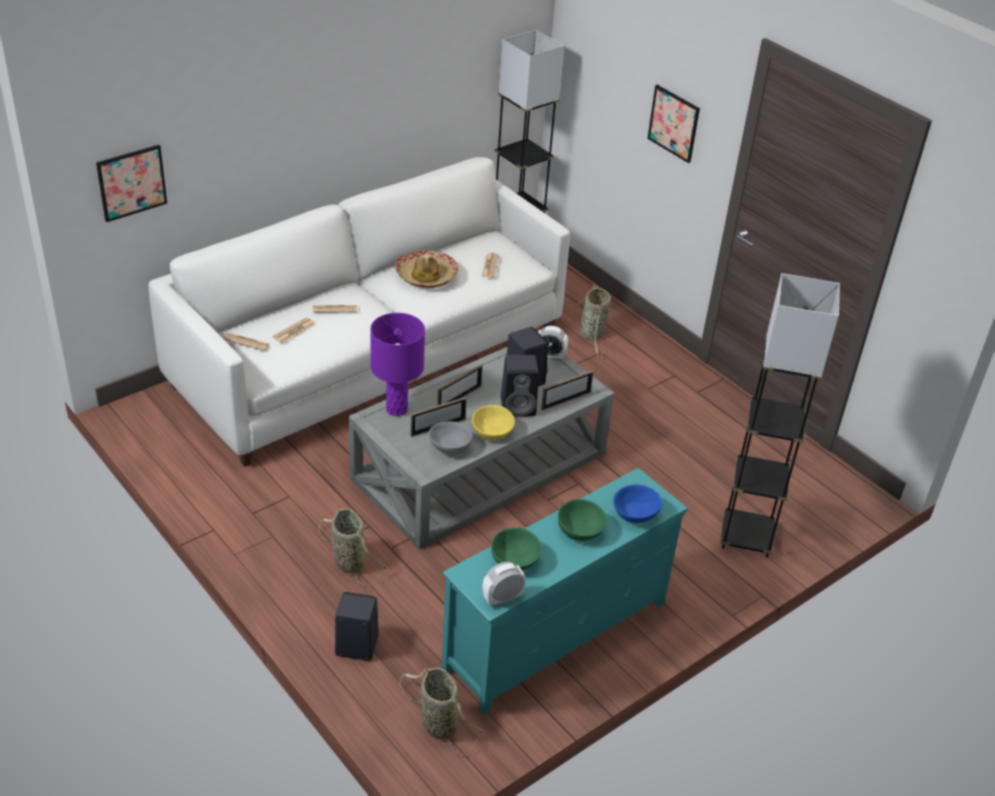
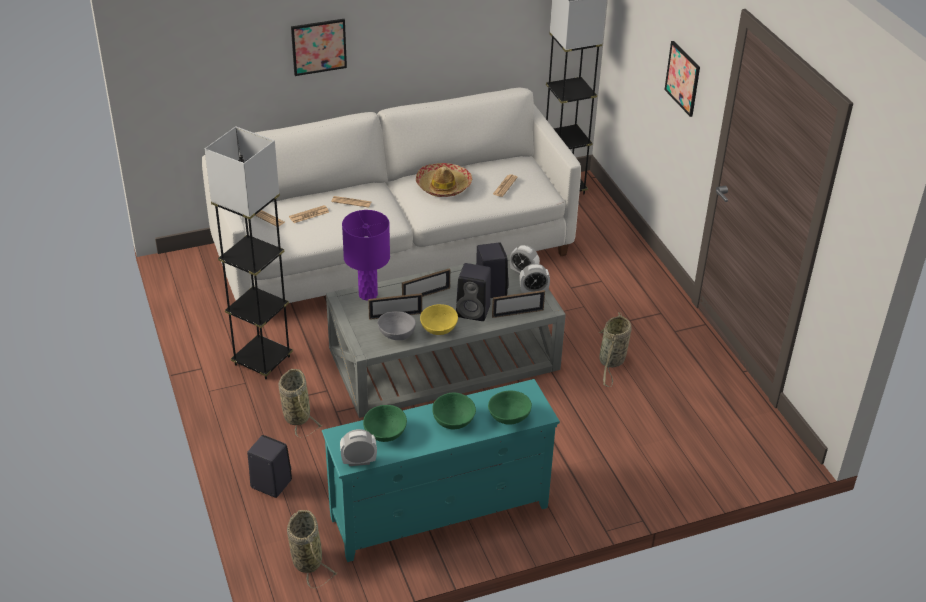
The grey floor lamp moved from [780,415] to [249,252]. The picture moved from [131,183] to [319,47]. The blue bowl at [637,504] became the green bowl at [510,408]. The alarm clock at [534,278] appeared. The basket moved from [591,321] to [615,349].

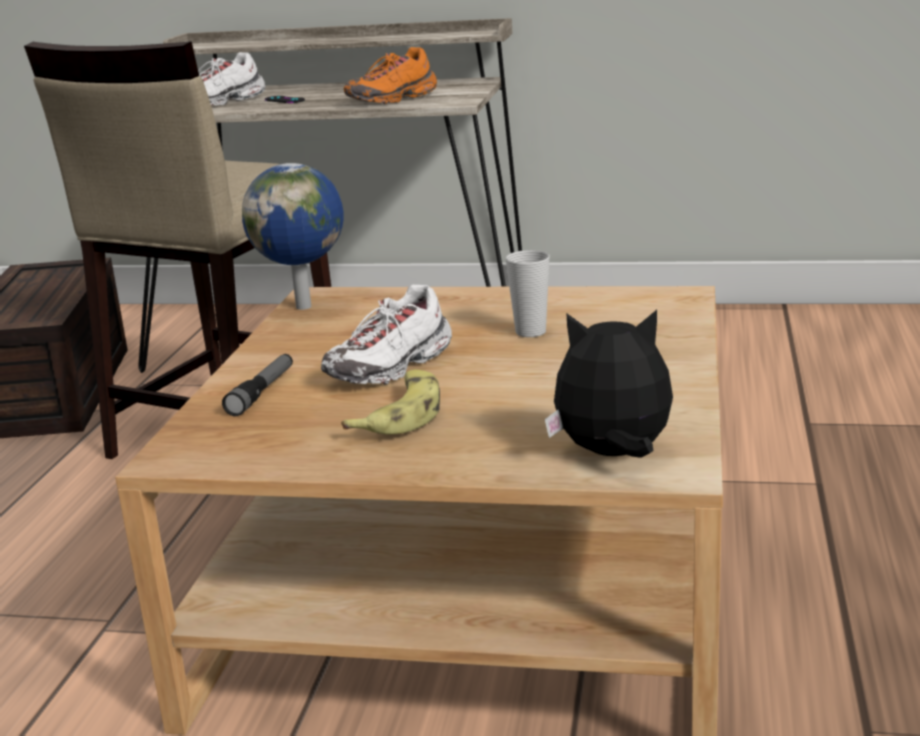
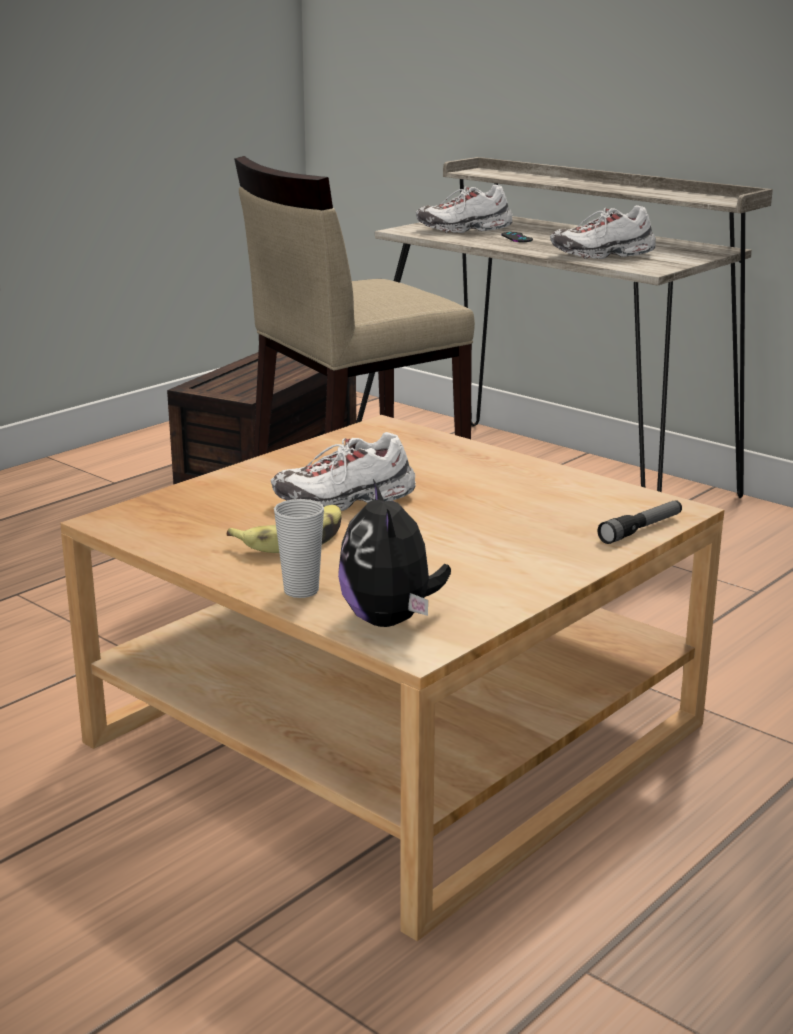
The cup moved from [527,293] to [299,548]. The plush toy at [609,384] turned 135 degrees counterclockwise. The orange shoe at [390,75] became the white shoe at [603,232]. The flashlight moved from [257,385] to [639,522]. The globe at [293,236] disappeared.

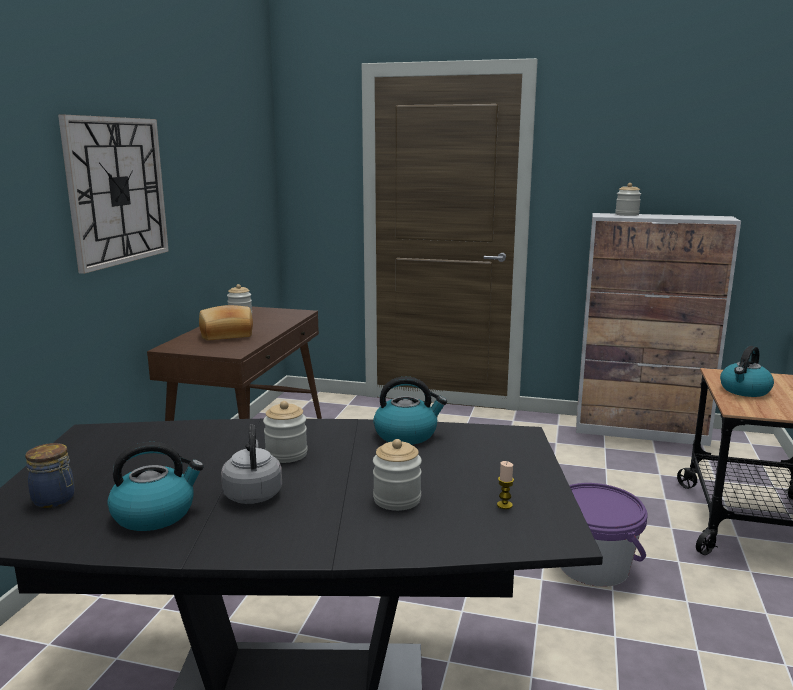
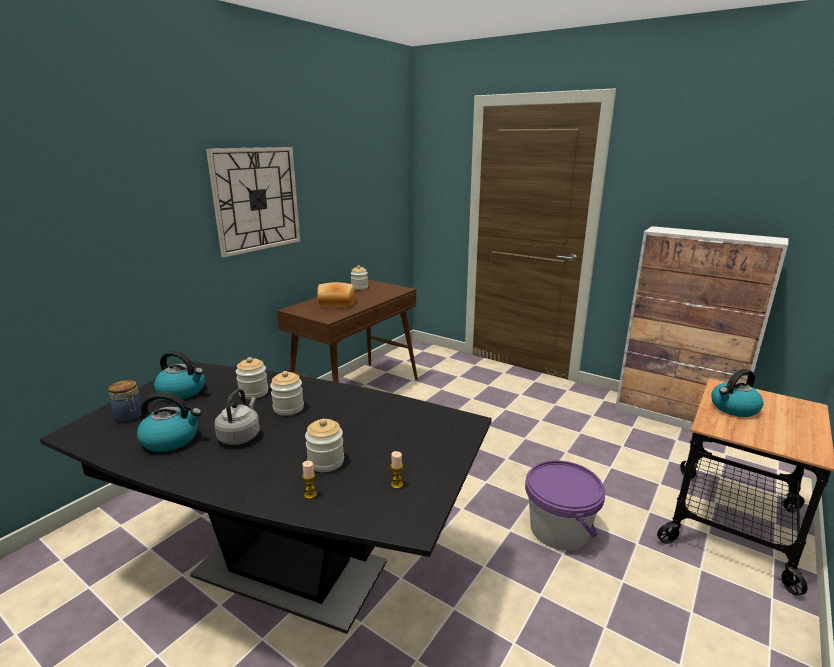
The kettle moved from [410,411] to [179,374]. The jar moved from [628,199] to [252,378]. The candle at [309,480] appeared.

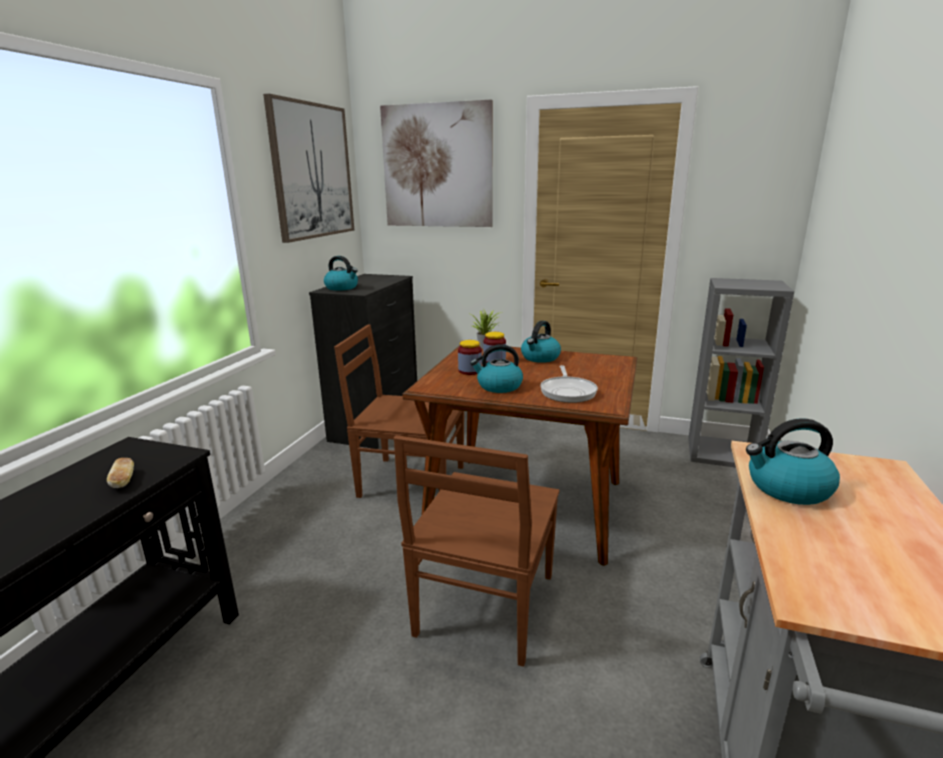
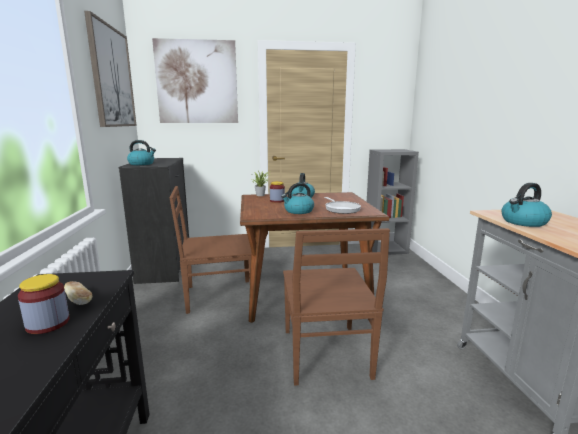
The jar moved from [470,357] to [44,304].

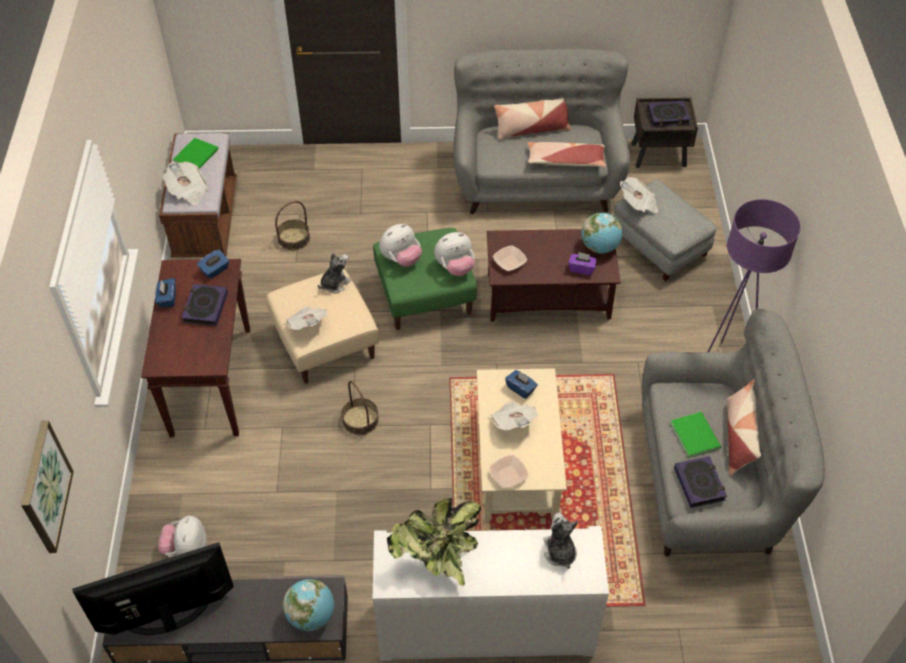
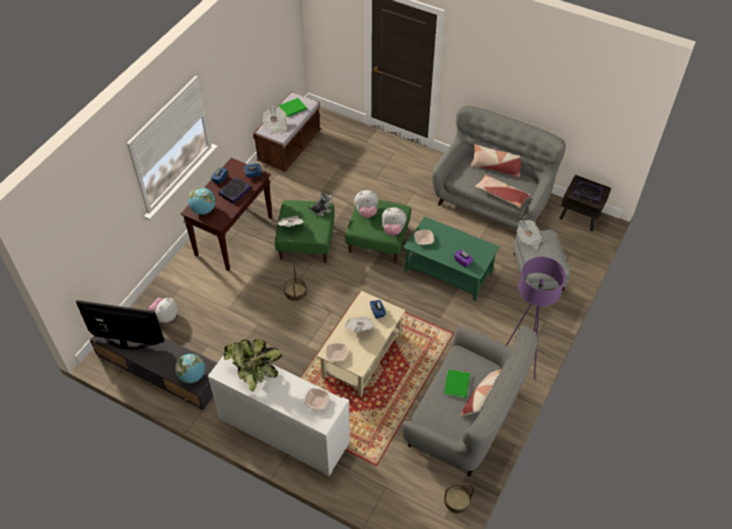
The globe moved from [601,233] to [202,201]. The beige ottoman at [322,326] became the green ottoman at [305,231]. The plush toy at [560,541] was replaced by the bowl at [316,399]. The brown coffee table at [554,275] became the green coffee table at [451,259]. The basket moved from [292,226] to [459,498]. The picture at [47,487] disappeared. The book at [700,482] disappeared.

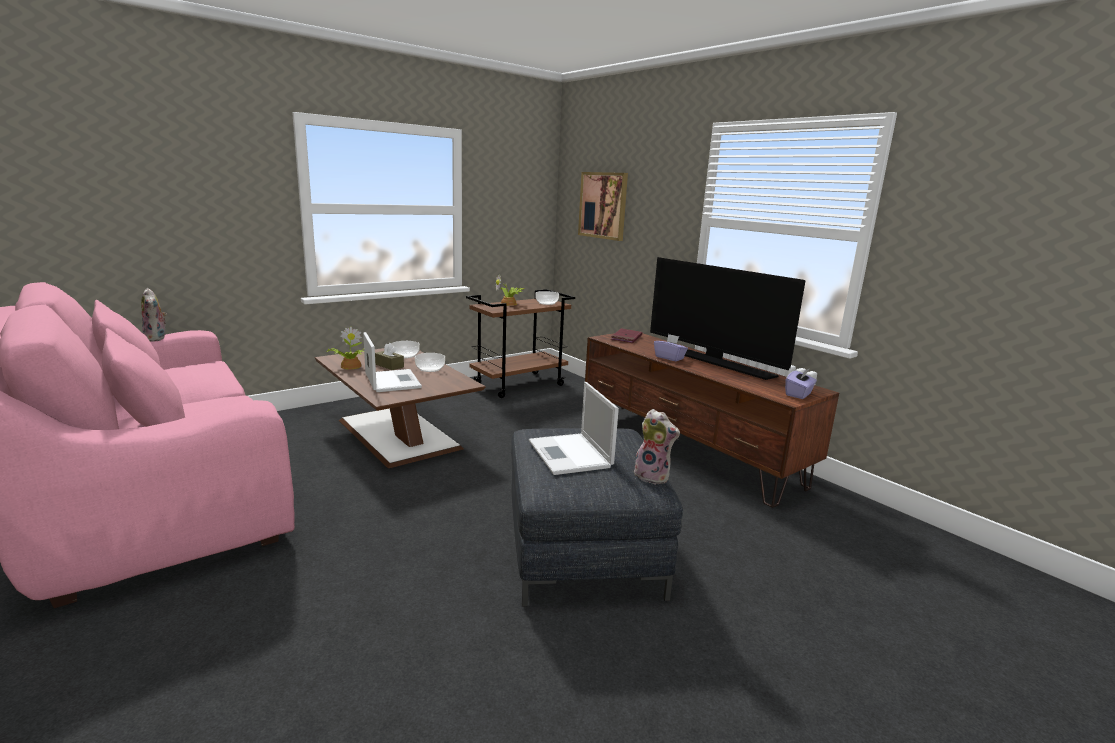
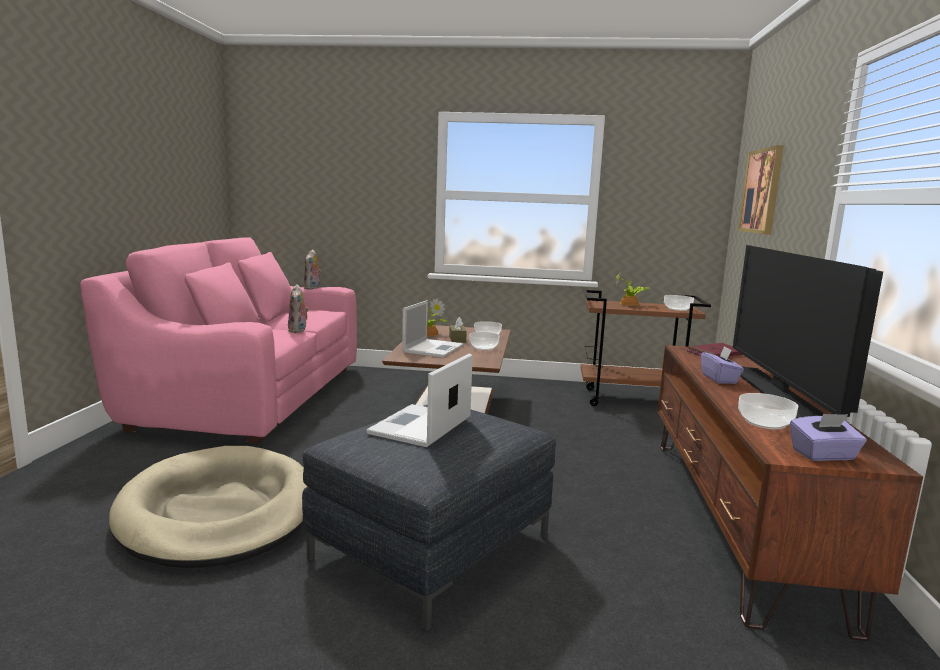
The beige dog bed at [208,507] appeared. The plush toy moved from [657,447] to [298,308]. The bowl at [768,411] appeared.

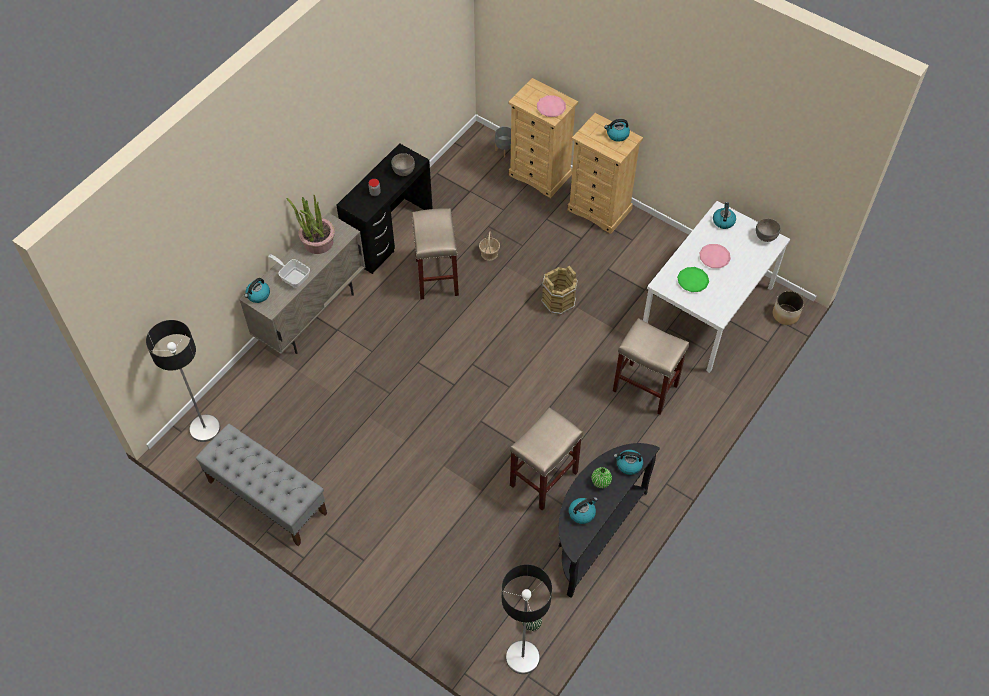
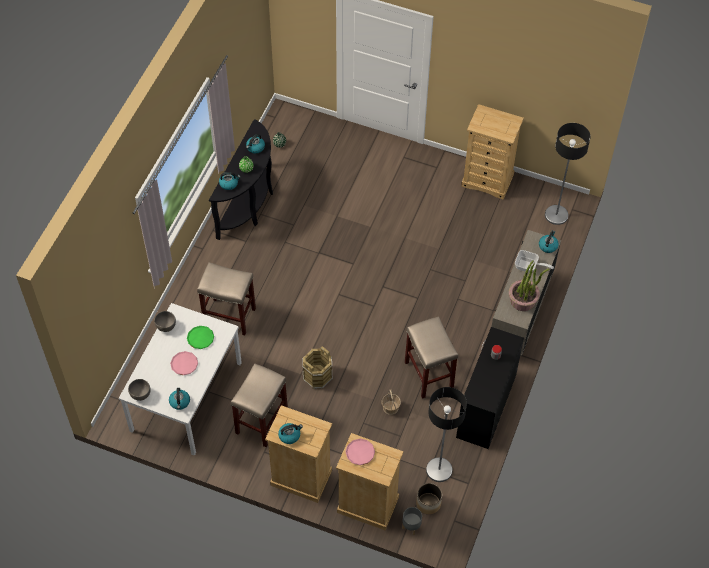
The grey bowl moved from [403,164] to [165,321]. The beige stool moved from [546,459] to [259,405]. The planter moved from [788,307] to [429,499]. The floor lamp moved from [527,619] to [446,434]. The grey bench at [261,485] was replaced by the beige dresser at [492,152].

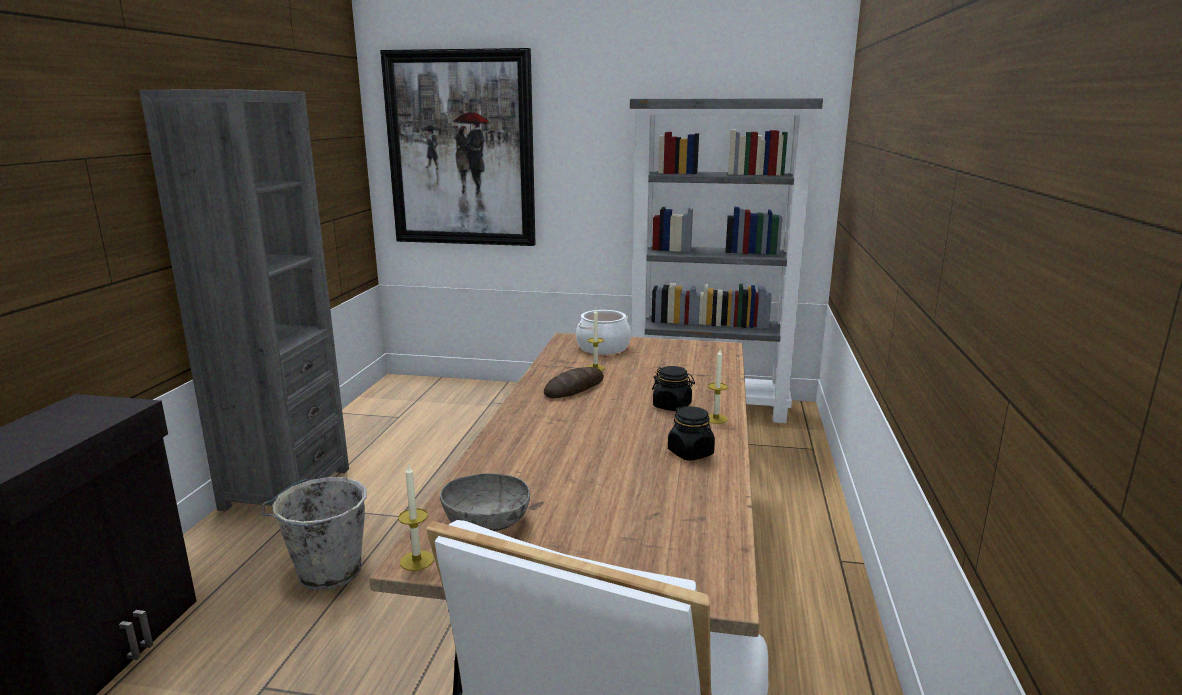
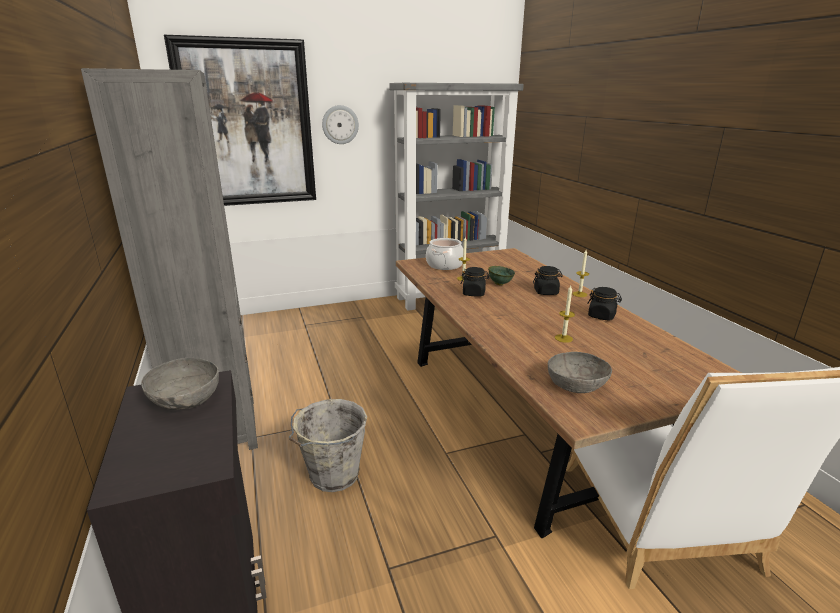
The grey bowl at [180,384] appeared. The wall clock at [340,124] appeared. The bread at [574,382] was replaced by the black jar at [475,281]. The green bowl at [501,275] appeared. The candle moved from [416,517] to [565,314].

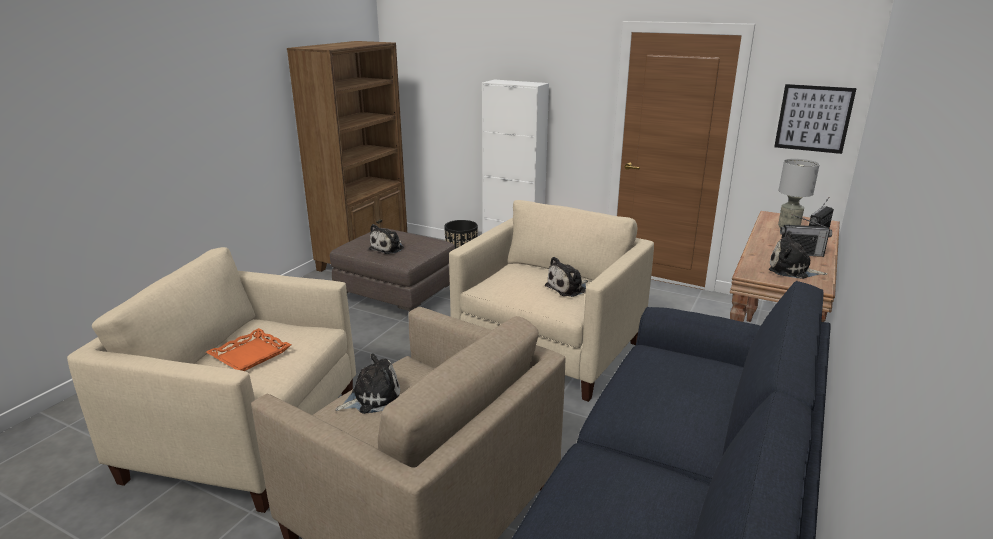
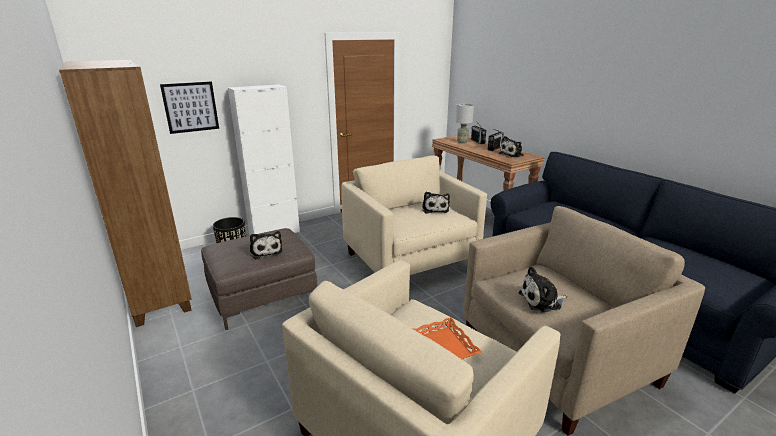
The picture moved from [815,119] to [189,107]. The plush toy at [368,383] turned 105 degrees counterclockwise.

